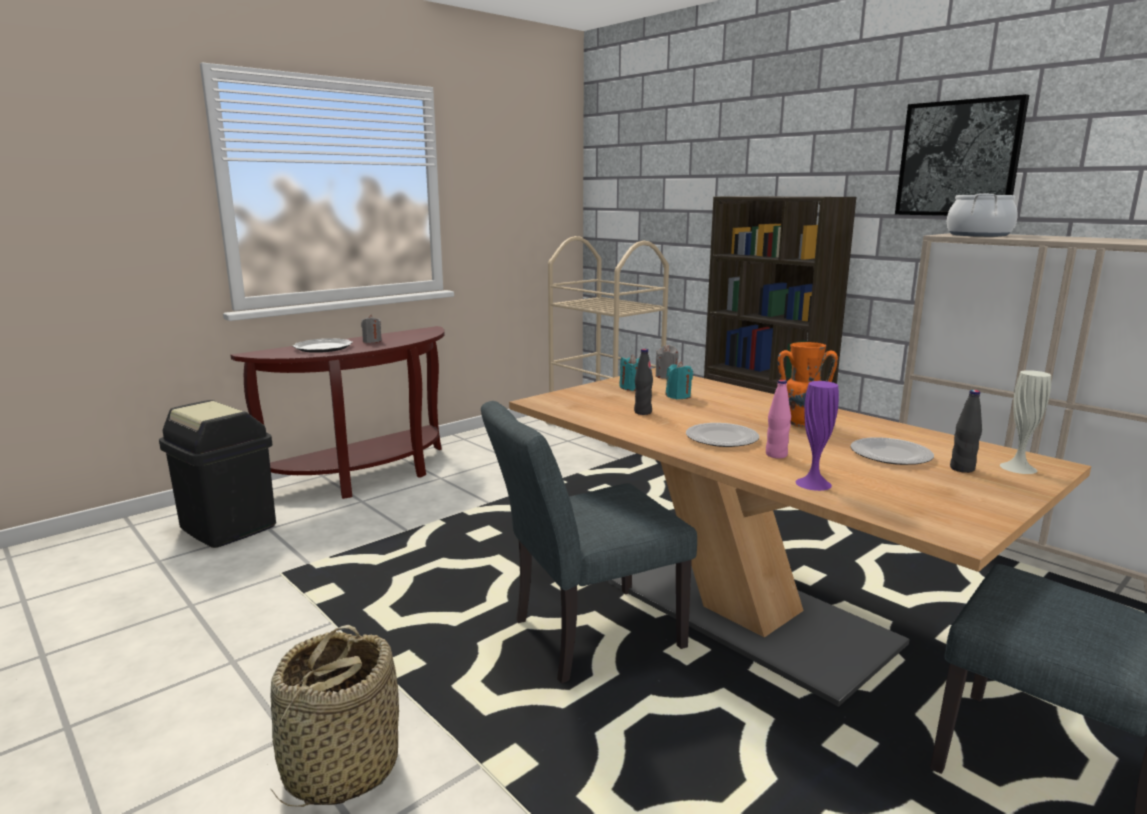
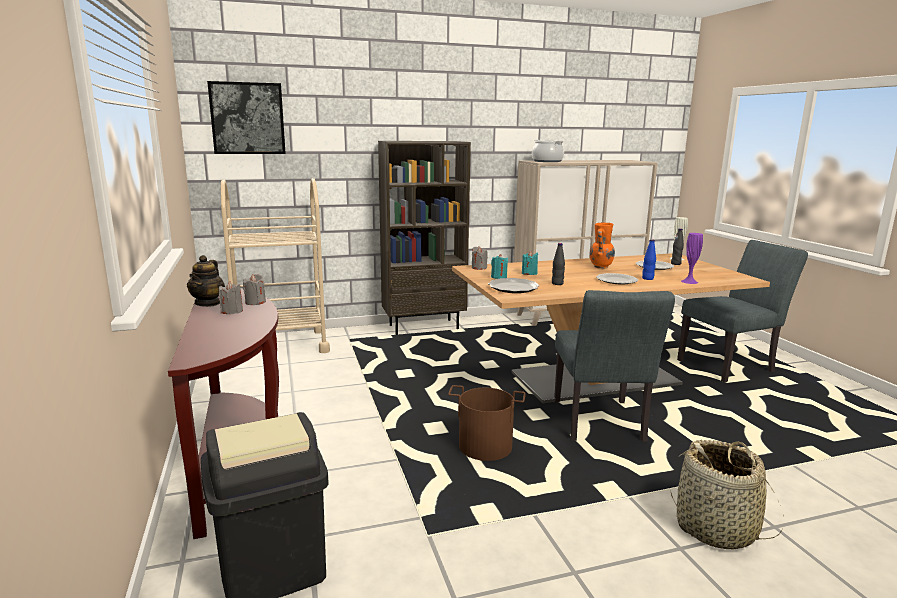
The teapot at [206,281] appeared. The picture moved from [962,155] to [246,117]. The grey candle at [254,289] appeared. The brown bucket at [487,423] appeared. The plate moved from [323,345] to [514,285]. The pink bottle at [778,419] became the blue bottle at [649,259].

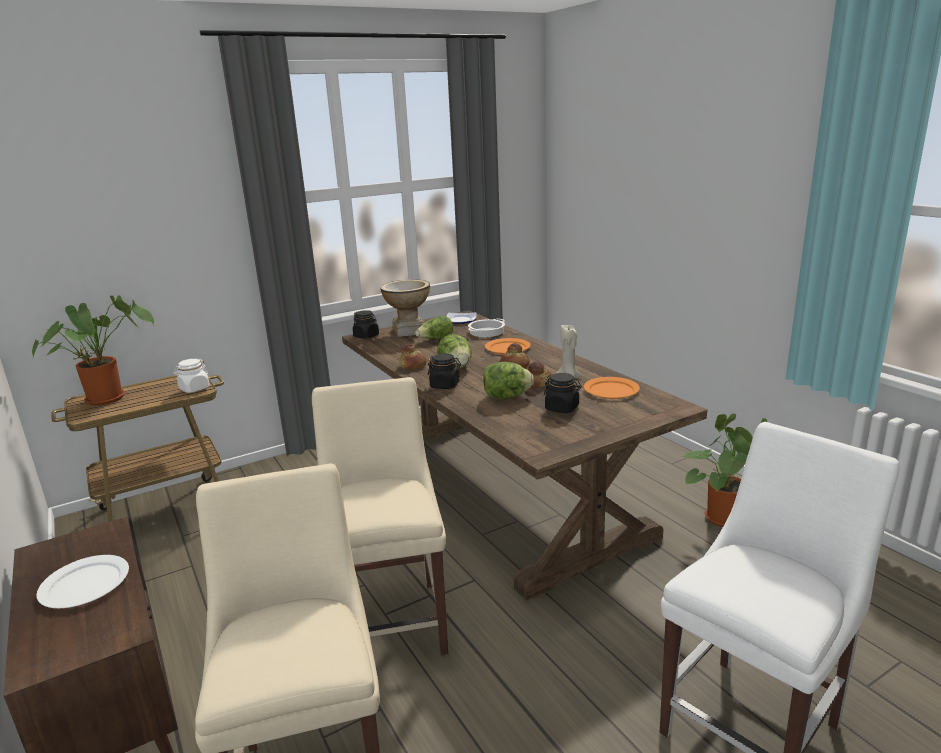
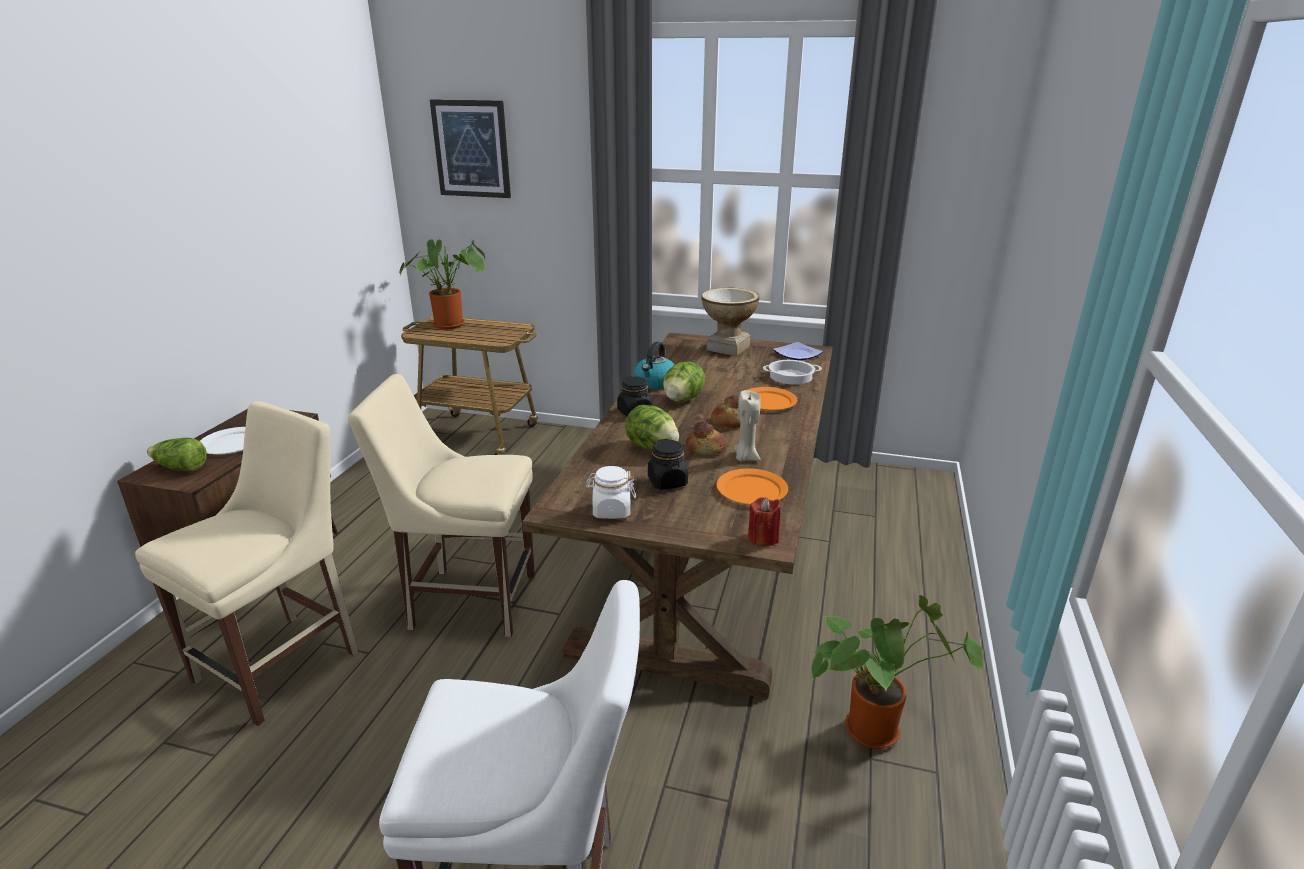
The lettuce moved from [434,327] to [177,455]. The beige chair at [380,516] turned 120 degrees counterclockwise. The picture at [470,148] appeared. The white jar moved from [191,376] to [611,492]. The bread at [413,356] was replaced by the kettle at [654,365]. The red candle at [764,521] appeared. The black jar at [366,324] disappeared.

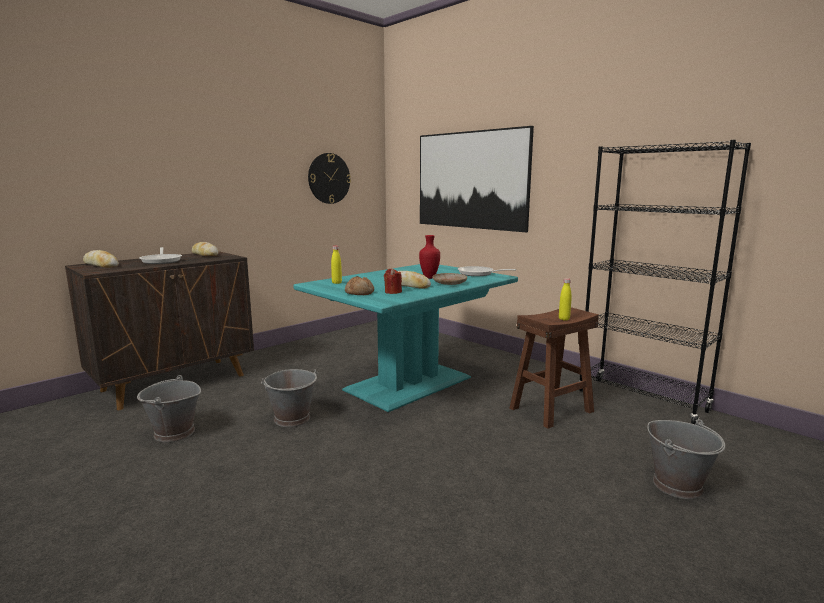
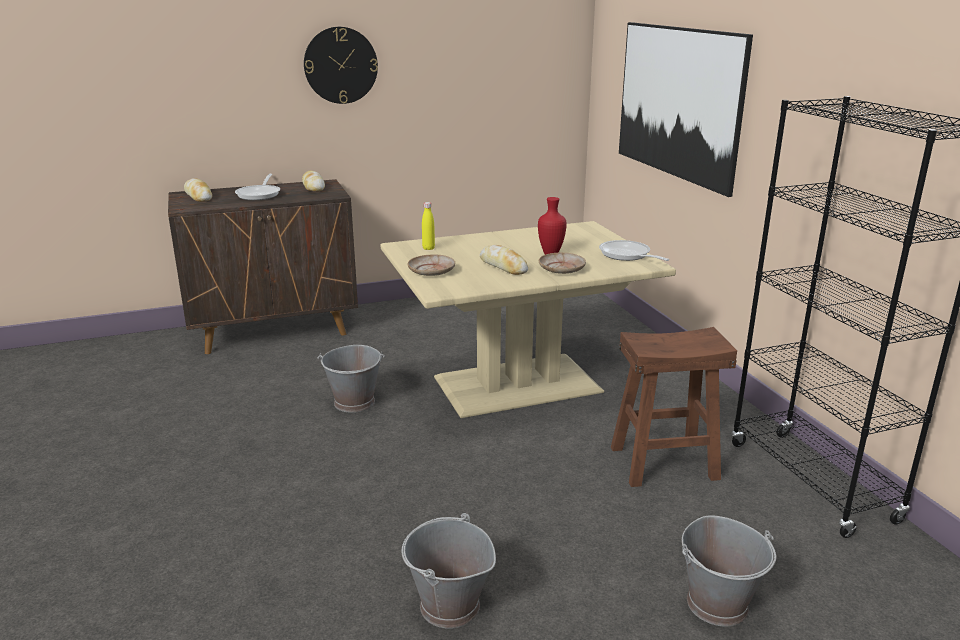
The wall clock moved from [329,178] to [341,65]. The turquoise dining table at [405,338] became the beige dining table at [528,319]. The grey bucket moved from [169,408] to [449,571]. The bread at [359,285] was replaced by the beige plate at [431,265]. The red candle at [393,281] disappeared. The yellow bottle at [565,299] disappeared.

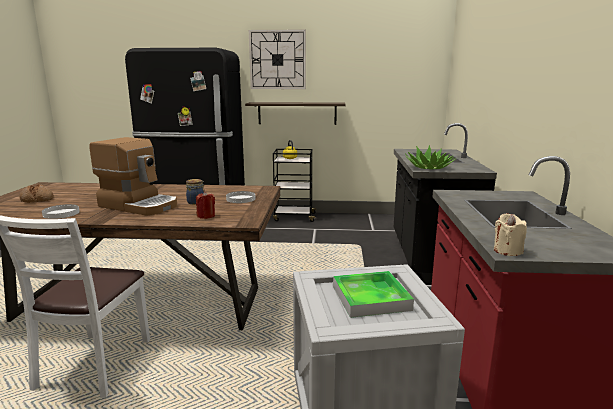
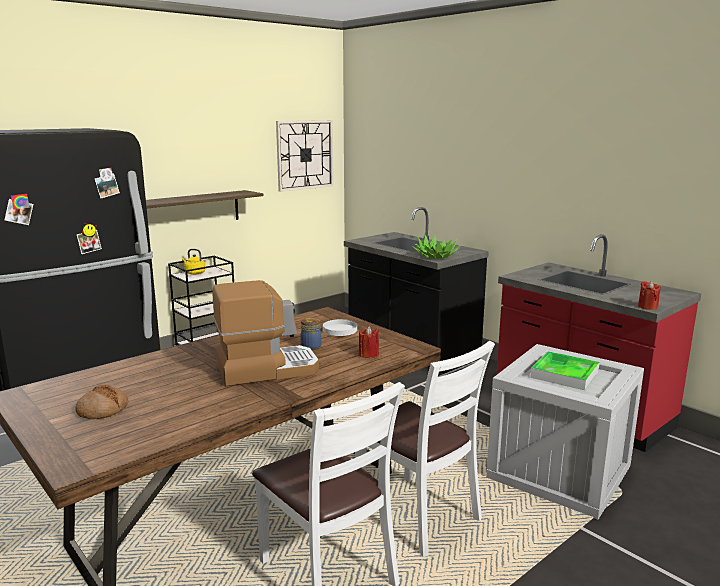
The wall clock moved from [277,59] to [304,156]. The white chair at [425,449] appeared. The beige candle at [510,234] became the red candle at [649,295]. The white plate at [61,211] disappeared.

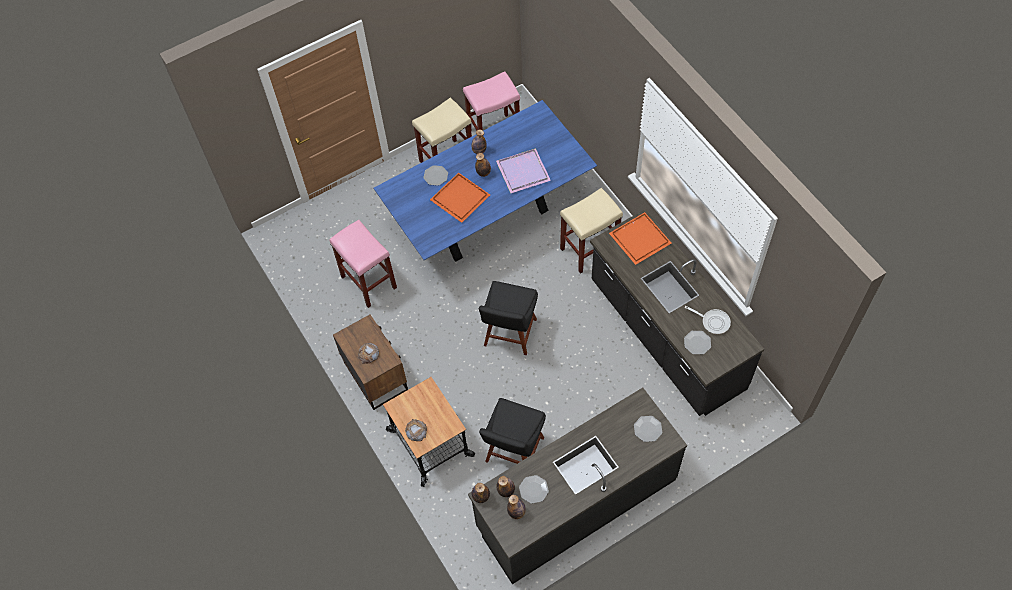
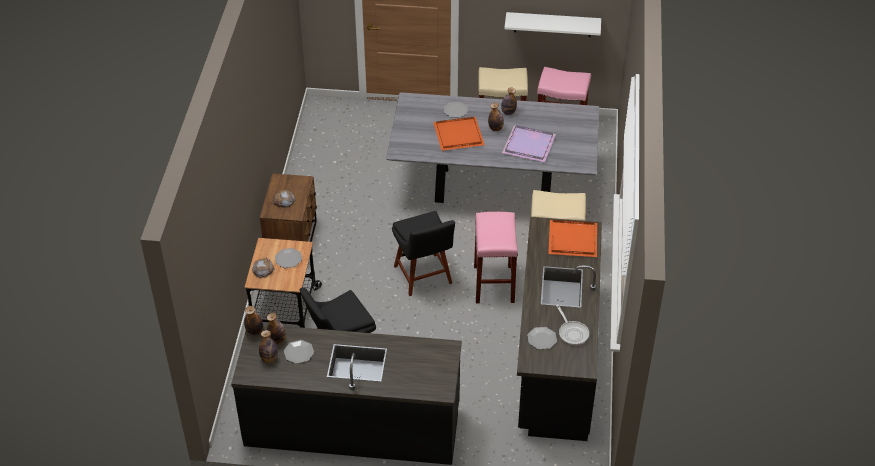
The plate moved from [648,429] to [288,258]. The blue dining table at [485,181] became the grey dining table at [492,147]. The black chair at [508,318] turned 75 degrees counterclockwise. The pink stool moved from [363,264] to [496,257]. The white shelf at [552,24] appeared.

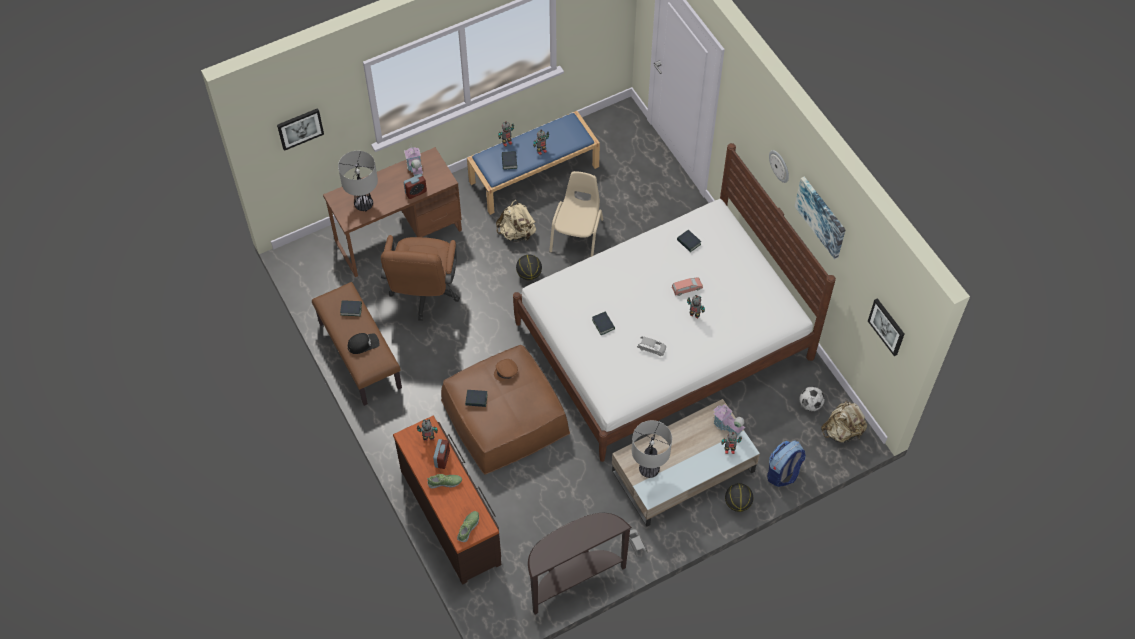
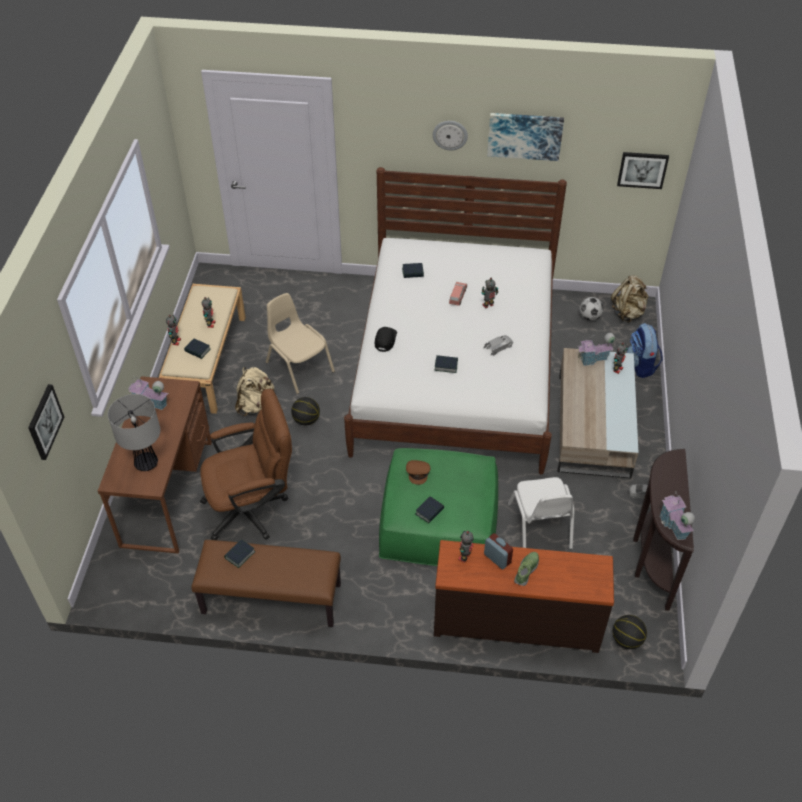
The blue bench at [533,163] became the beige bench at [202,349]. The brown office chair at [420,278] turned 60 degrees counterclockwise. The black cap moved from [364,343] to [386,339]. The brown ottoman at [505,410] became the green ottoman at [438,507]. The white chair at [541,513] appeared. The basketball moved from [739,497] to [630,632]. The toy house at [677,515] appeared. The alarm clock at [415,186] disappeared. The shoe at [468,526] disappeared. The table lamp at [652,449] disappeared.

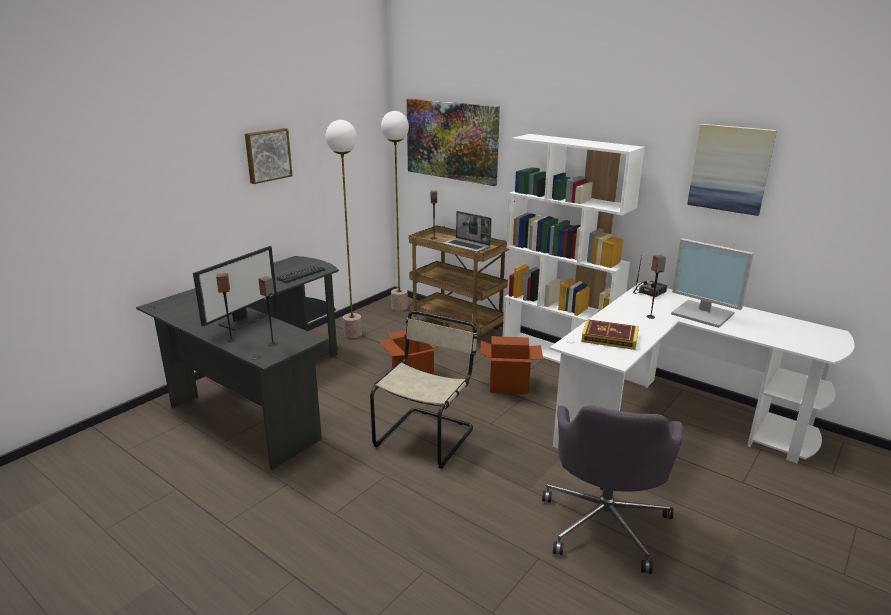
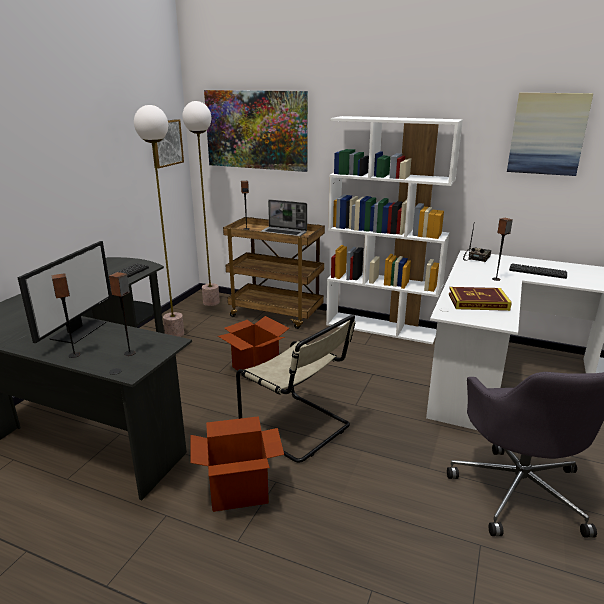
The picture moved from [268,156] to [168,143]. The cardboard box moved from [511,365] to [237,464]. The beige chair at [424,389] turned 120 degrees clockwise. The monitor at [712,283] was replaced by the keyboard at [538,271].

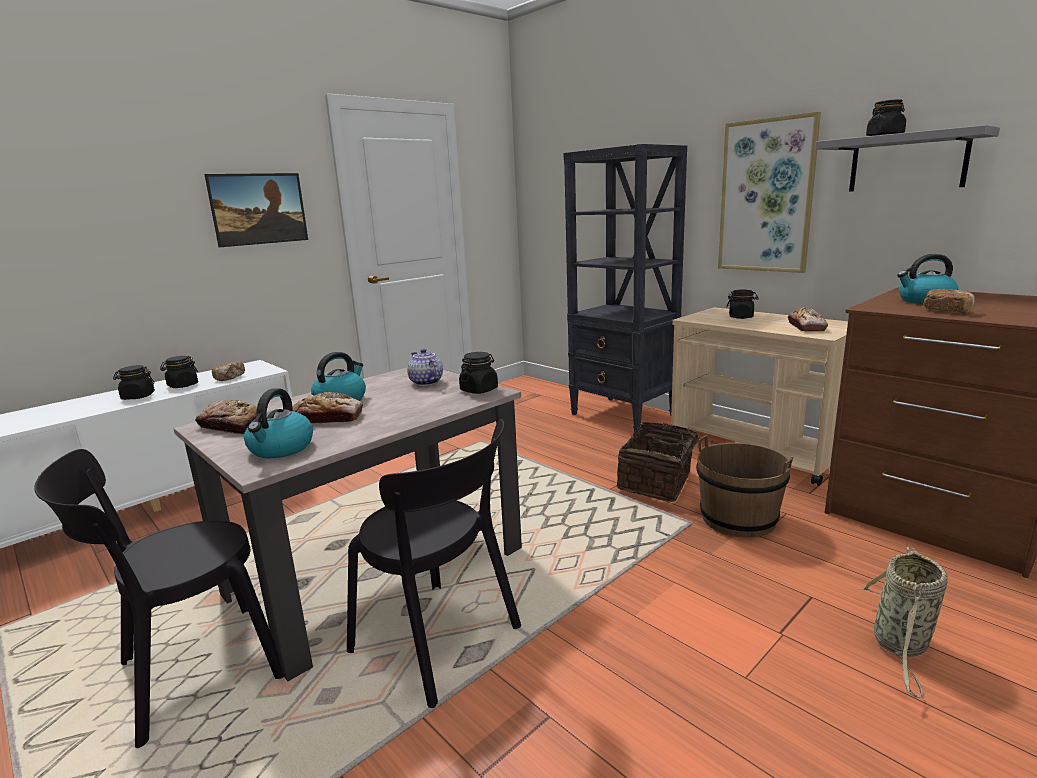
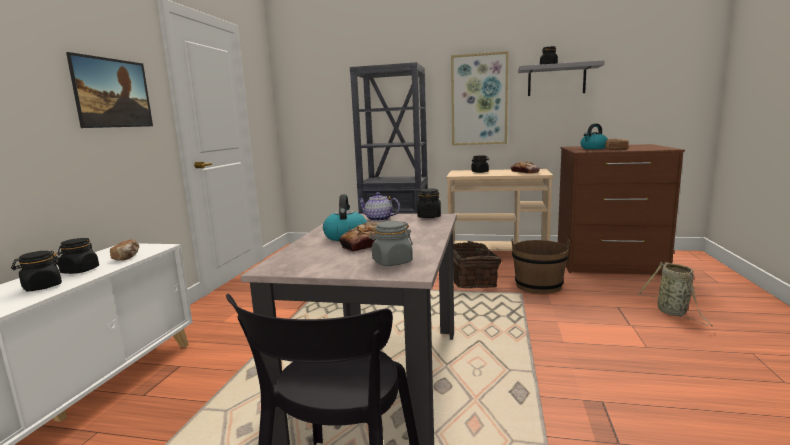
The kettle at [278,423] was replaced by the grey jar at [391,243]. The bread at [226,417] disappeared. The black chair at [434,563] disappeared.

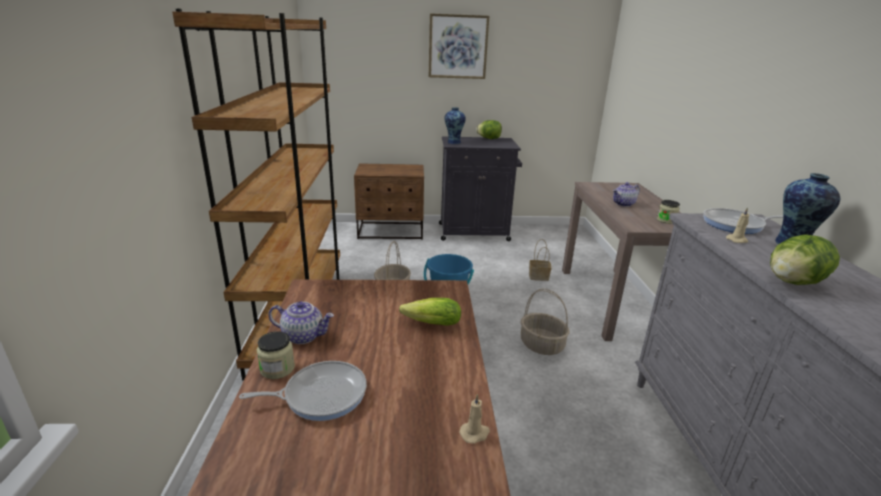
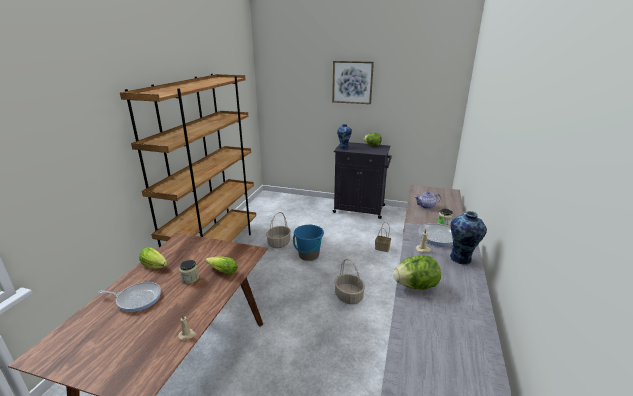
The teapot at [301,322] was replaced by the lettuce at [153,258]. The jar moved from [276,355] to [189,272]. The brown nightstand at [389,201] disappeared.

